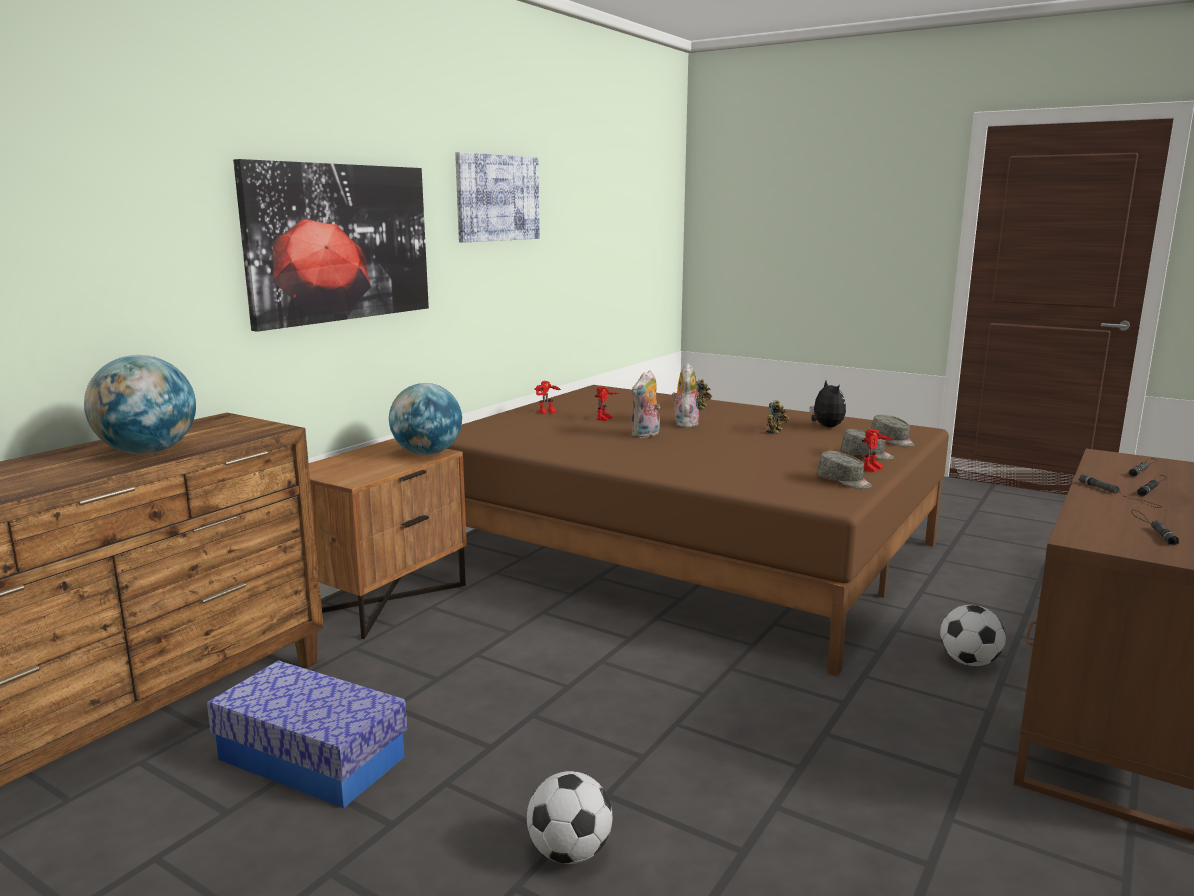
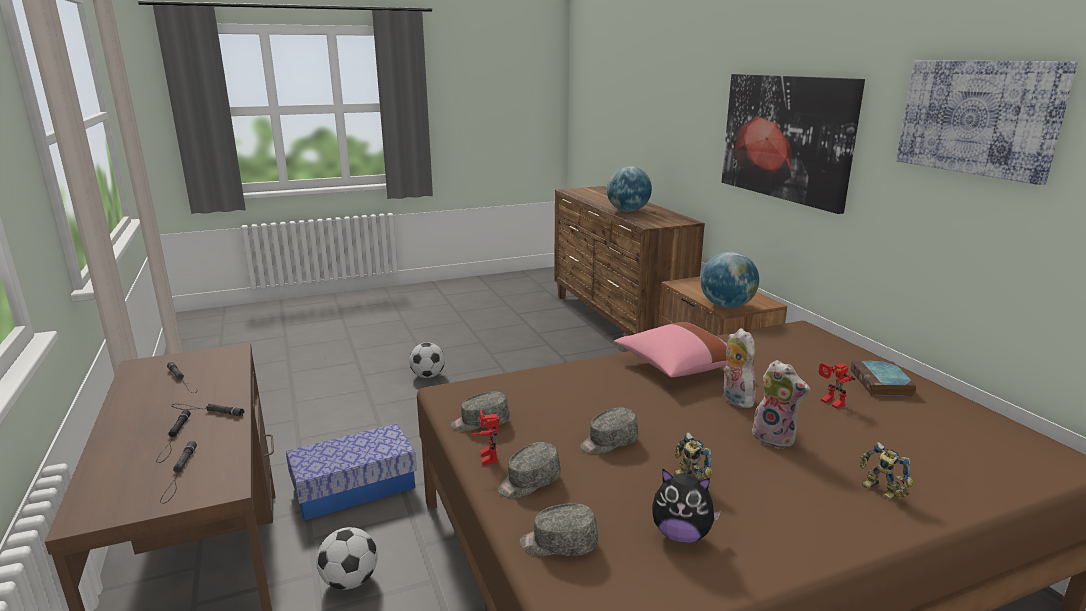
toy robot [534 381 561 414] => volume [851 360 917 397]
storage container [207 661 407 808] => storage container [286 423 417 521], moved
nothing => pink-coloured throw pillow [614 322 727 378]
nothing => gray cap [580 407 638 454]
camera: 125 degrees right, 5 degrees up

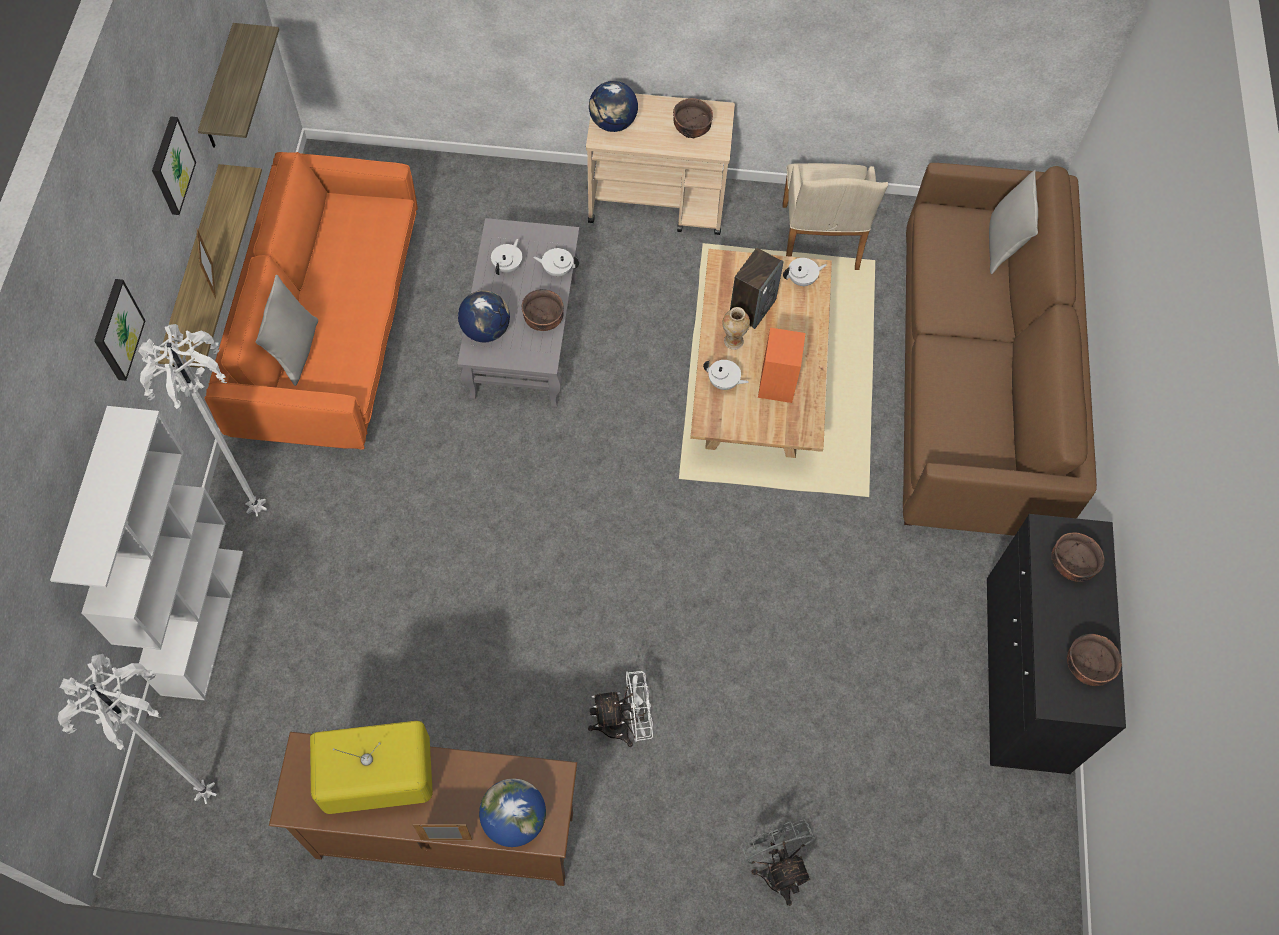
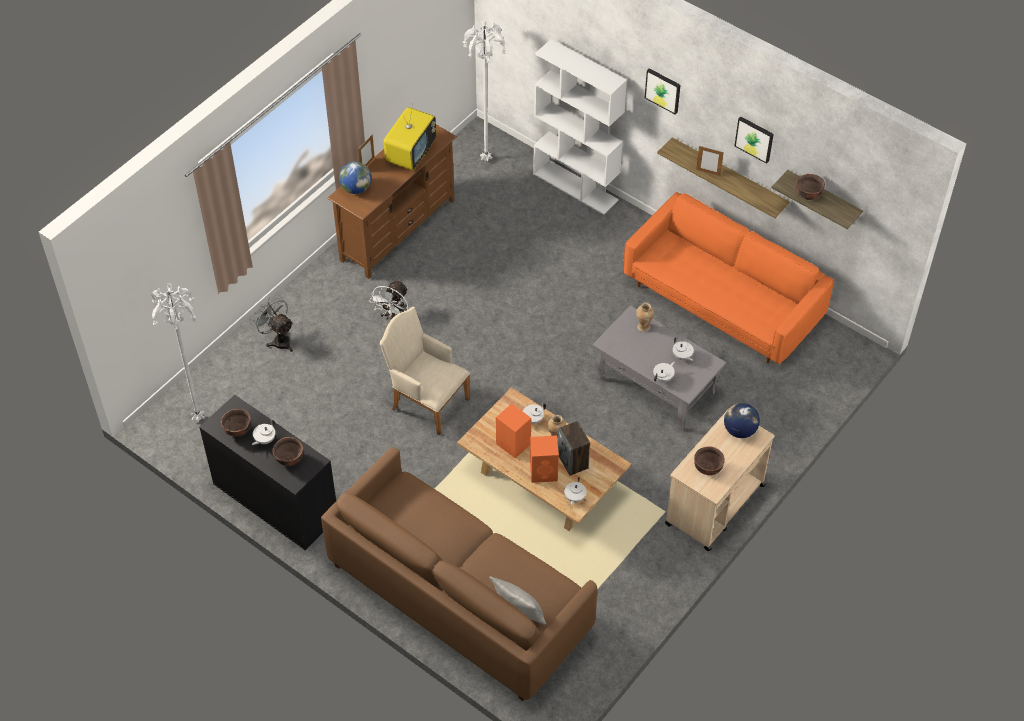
beige-coloured lounge chair [782 163 888 270] => beige-coloured lounge chair [380 306 470 435], moved
gray throw pillow [256 275 318 386] => nothing
brown serving bowl [522 289 564 331] => brown serving bowl [796 174 825 200], moved
desk globe [458 290 510 343] => decorative vase [636 302 654 332]
whitish standard lamp [138 324 267 517] => whitish standard lamp [151 283 205 422], moved
gray fan [741 819 815 906] => gray fan [252 297 293 352], 150 degrees counterclockwise
nothing => whitish pot for tea [252 420 275 445]
nothing => orangey loudspeaker [530 435 559 483]
camera: 125 degrees right, 10 degrees down

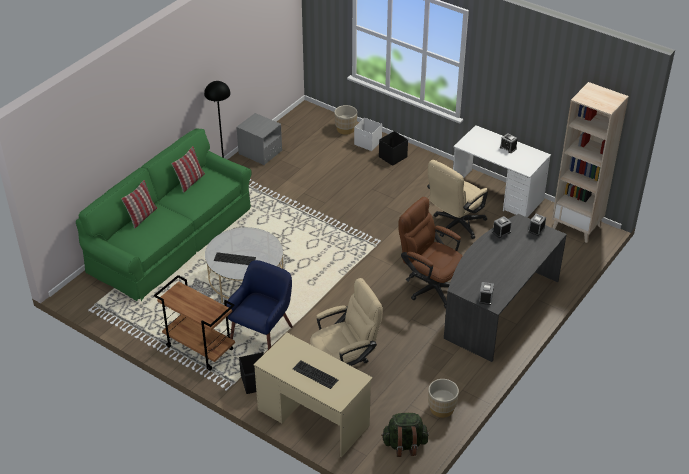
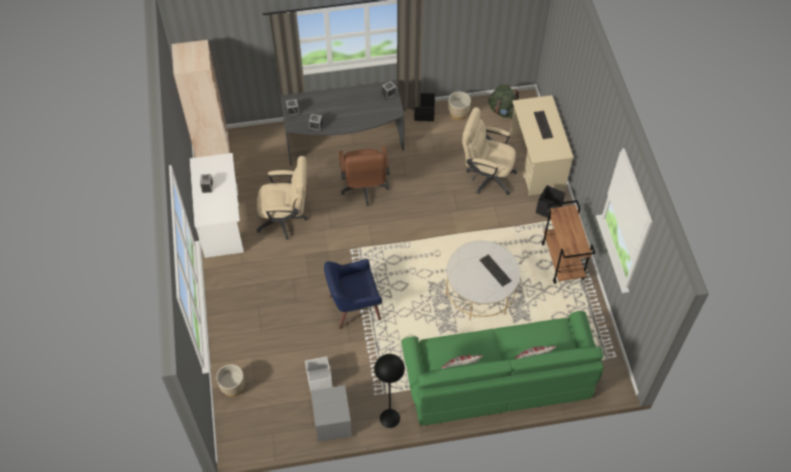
whitish storage container [354 118 382 151] => whitish storage container [305 356 333 392], moved
black-coloured storage container [379 131 408 166] => black-coloured storage container [414 93 435 121], moved
bluish lounge chair [227 260 293 350] => bluish lounge chair [324 259 382 329], moved
camera: 135 degrees left, 15 degrees up

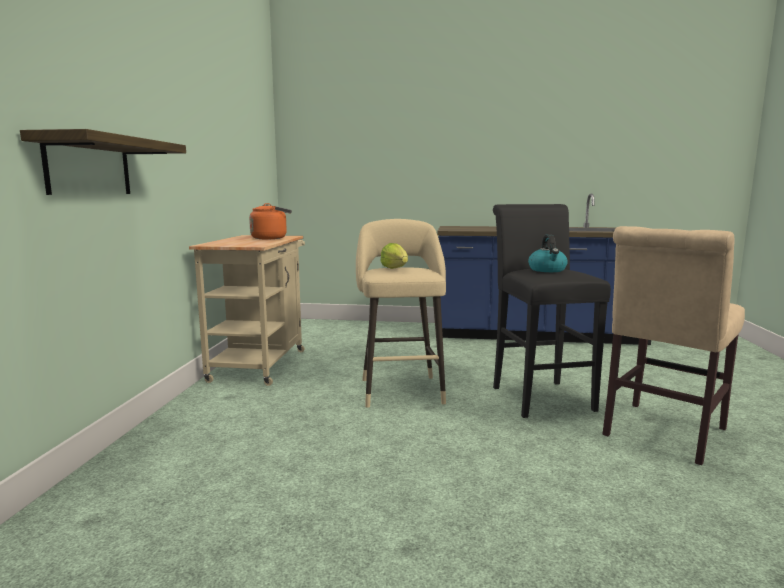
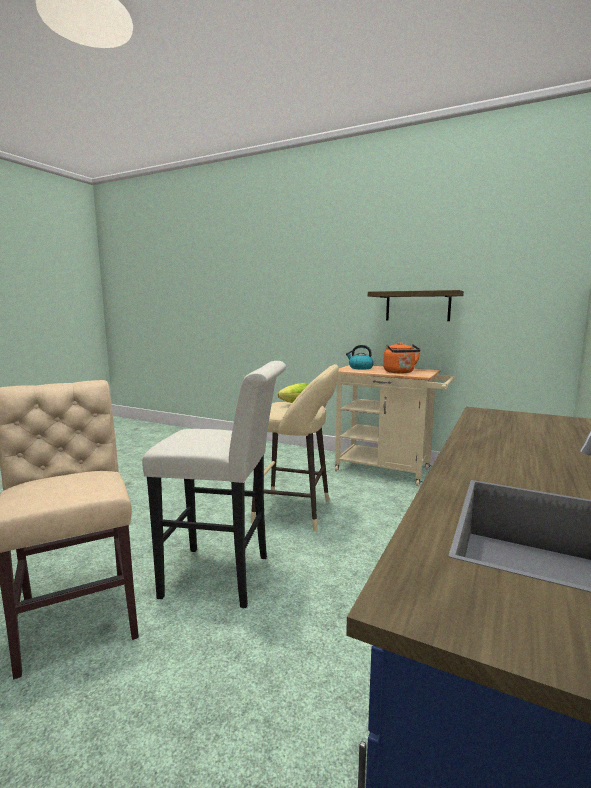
wall shelf [20 129 186 195] => wall shelf [368 290 464 321], moved
black-coloured stool seat [493 204 611 418] => whitish stool seat [142 361 286 608]
water kettle [528 234 568 272] => water kettle [346 345 374 369], moved
camera: 110 degrees right, 0 degrees up

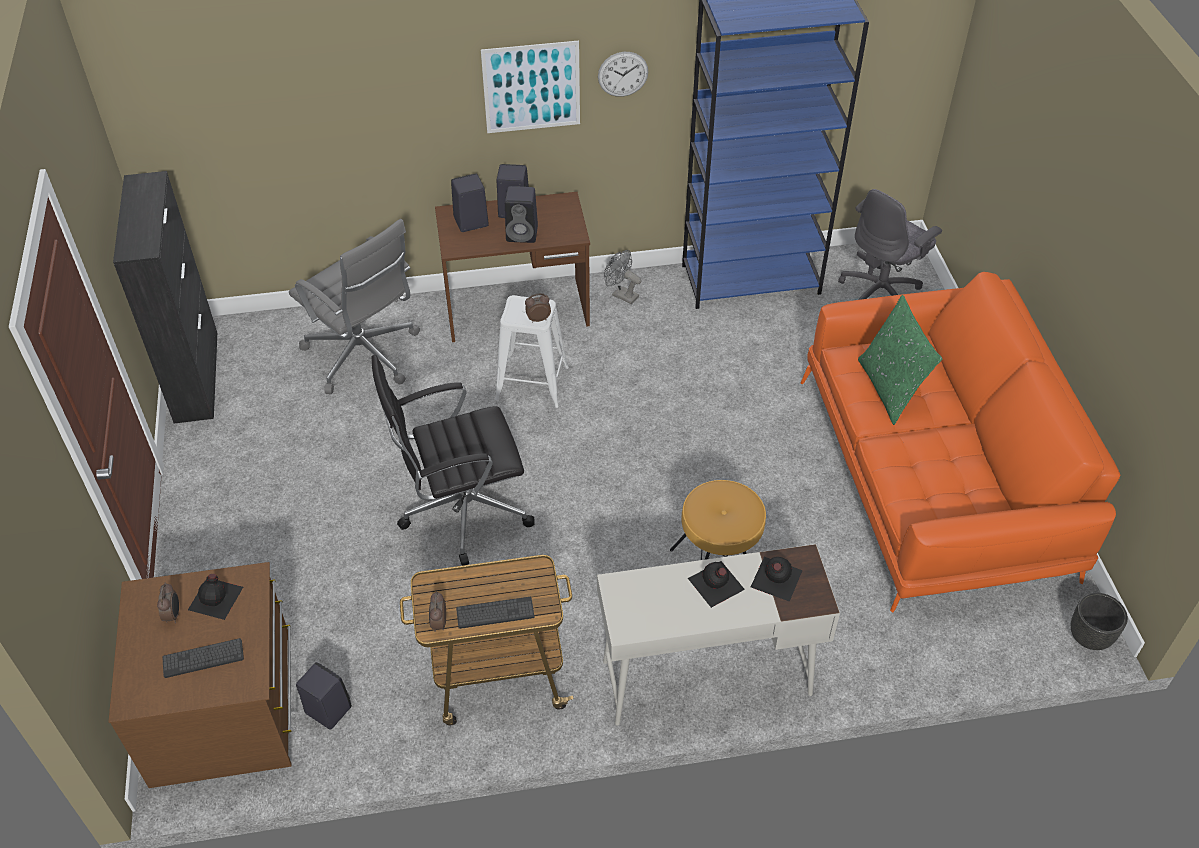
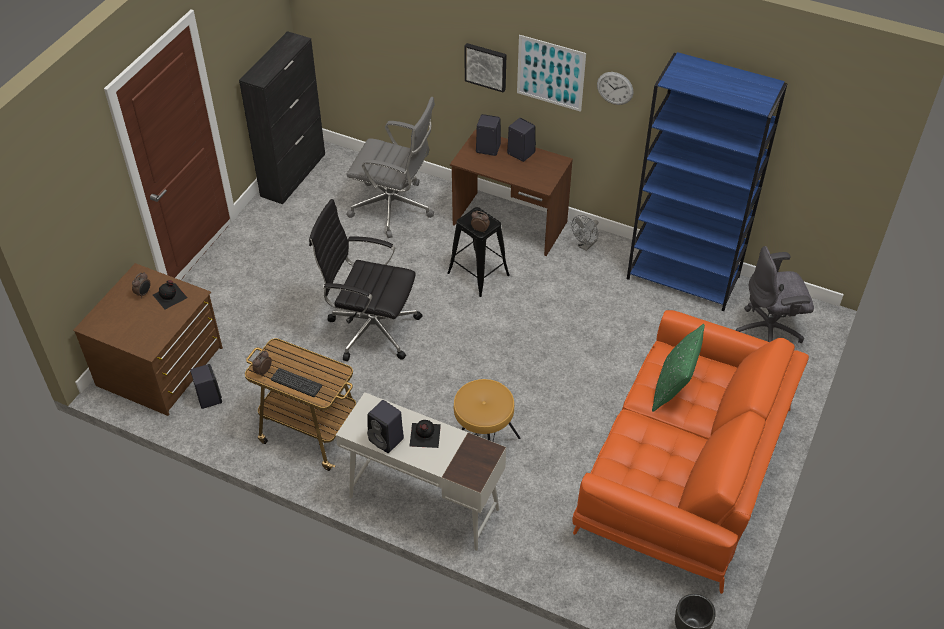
black-coloured loudspeaker [505 186 538 243] => black-coloured loudspeaker [367 400 404 453], moved
gray desk chair [289 219 420 394] => gray desk chair [346 97 435 238], 60 degrees counterclockwise
gray fan [604 250 642 304] => gray fan [572 215 598 251], 120 degrees counterclockwise
whitish stool seat [495 295 569 408] => black-coloured stool seat [447 207 510 297]
black-coloured bottle [751 557 803 602] => nothing
computer keyboard [162 638 244 678] => nothing
nothing => wall picture [464 43 507 93]
camera: 35 degrees right, 0 degrees up

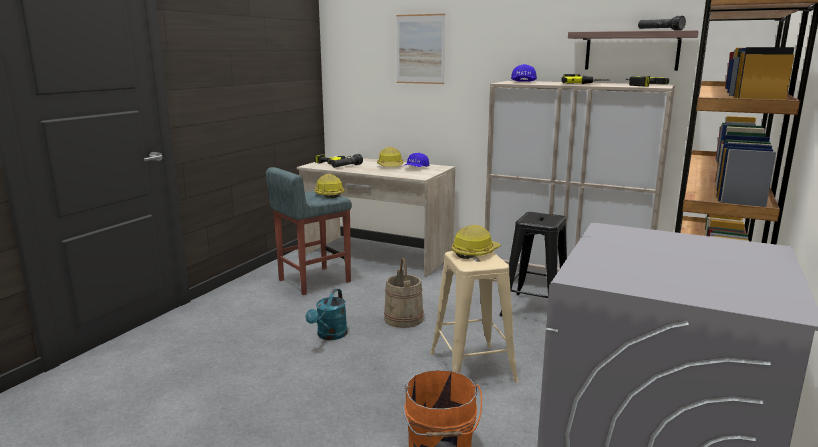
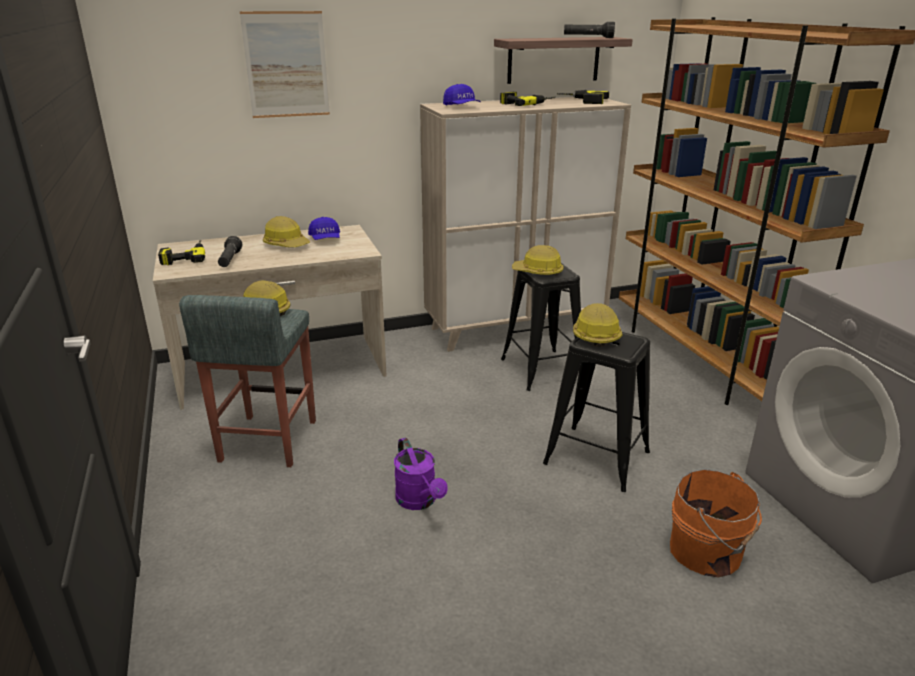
beige-coloured stool seat [430 251 519 383] => black-coloured stool seat [543 332 650 492]
beige-coloured bucket [384 258 424 328] => nothing
turquoise watering pot [306 289 348 340] => purple watering pot [394 438 448 510]
nothing => hard hat [512 245 564 276]
camera: 45 degrees left, 10 degrees up

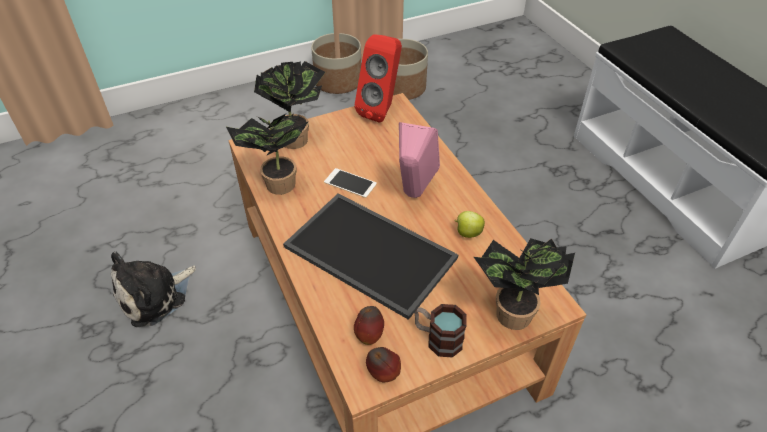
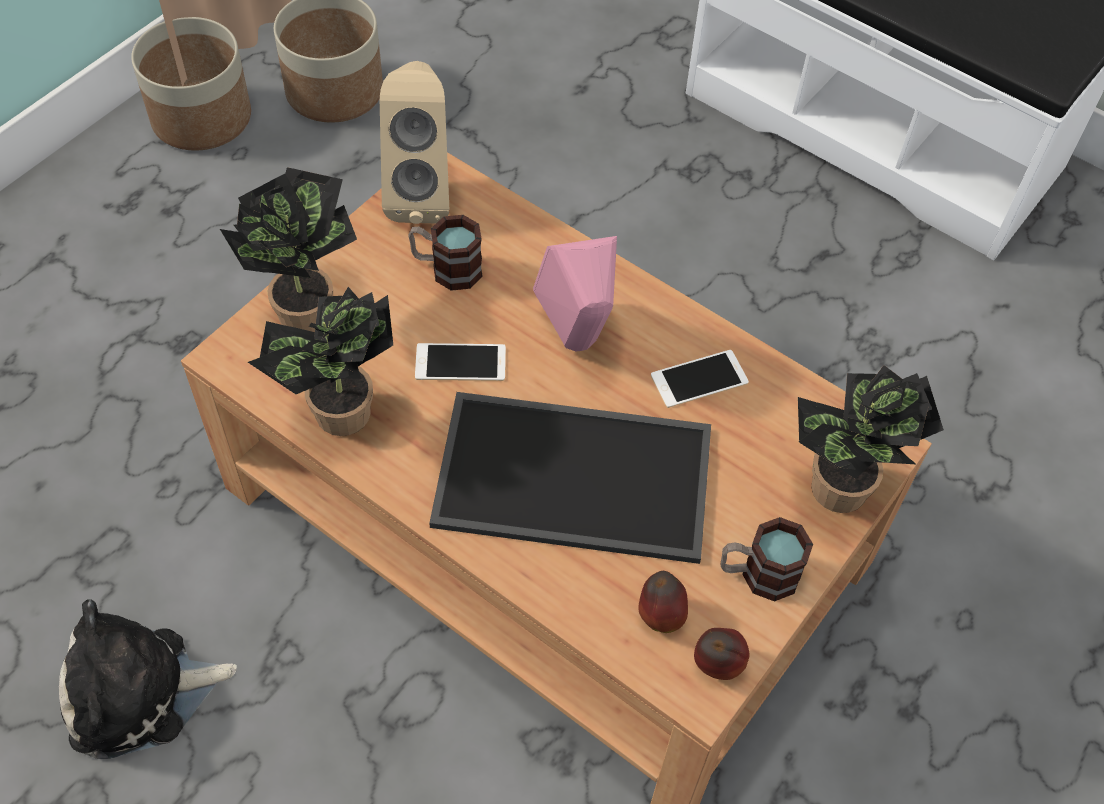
reddish loudspeaker [355 34 402 122] => beige-coloured loudspeaker [380 61 449 224]
whole apple [454 211 485 238] => handset [651 350 749 408]
cuddly toy [111 251 196 327] => cuddly toy [59 599 237 759], 60 degrees clockwise
nothing => coffee mug [409 215 483 291]
camera: 30 degrees left, 10 degrees up

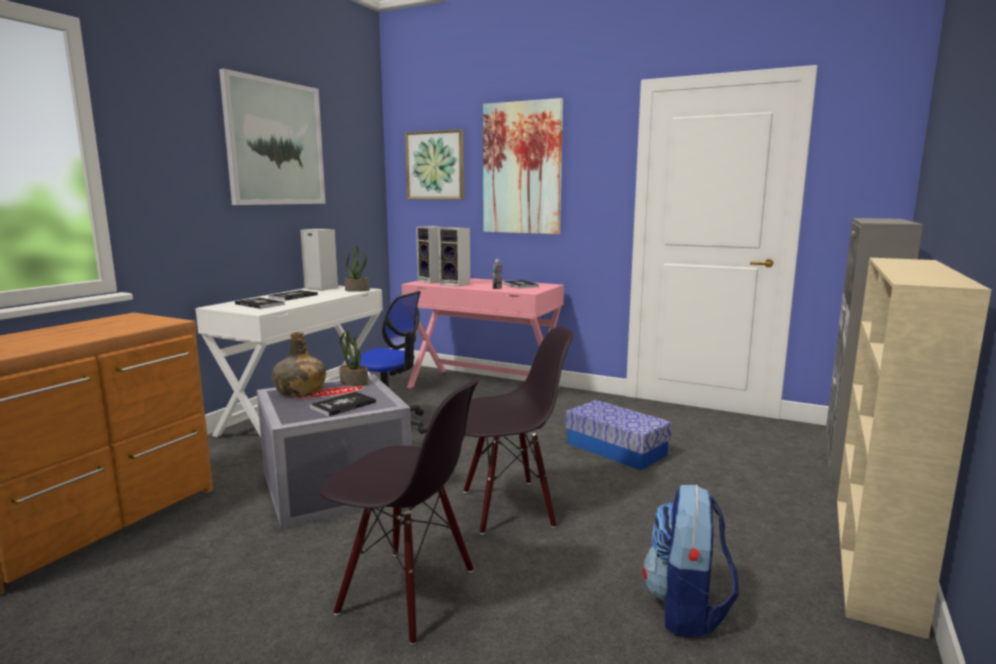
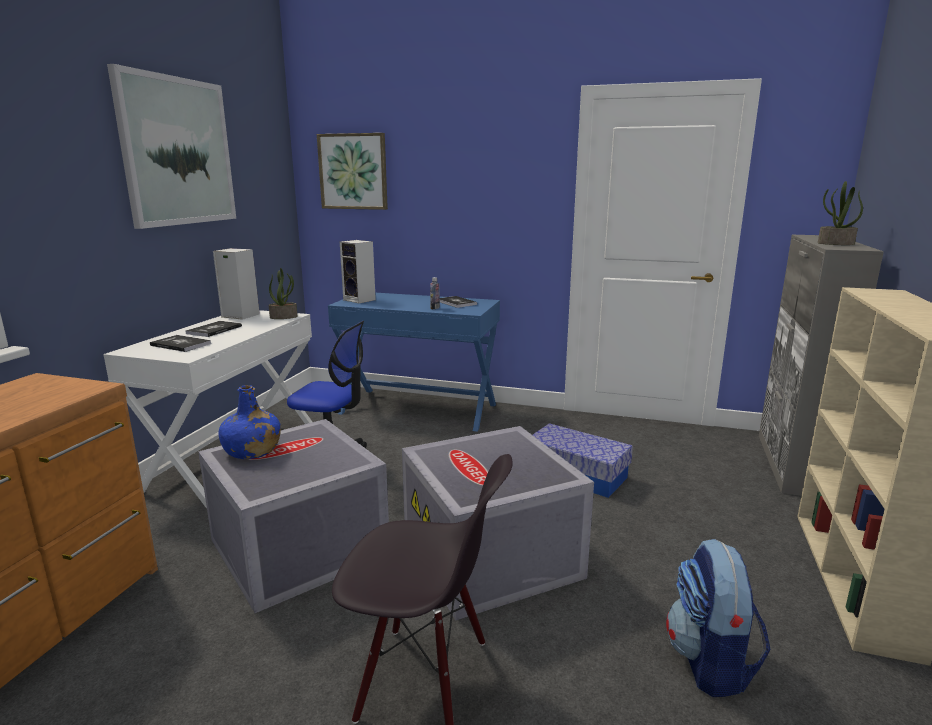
wall picture [483 98 563 234] => nothing
loudspeaker [438 227 470 287] => nothing
pink-coloured desk table [402 278 564 389] => bluish desk table [328 293 500 432]
plant in a pot [339 326 368 386] => plant in a pot [818 181 863 245], moved
black-coloured chair [464 327 573 535] => gray storage container [402 426 594 621]
green-coloured bottle [272 332 326 397] => bluish bottle [218 385 281 459]
volume [310 391 376 416] => nothing
camera: 10 degrees left, 5 degrees up

